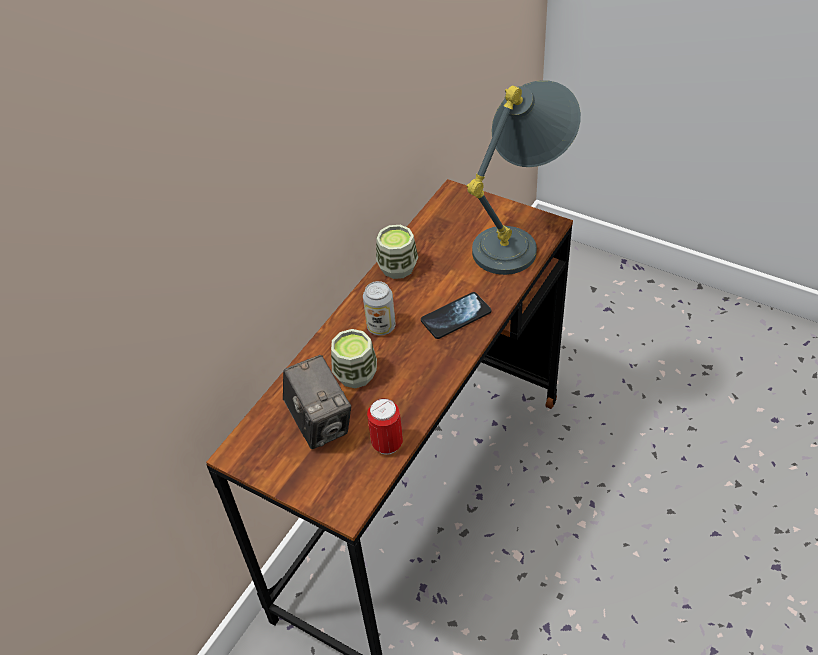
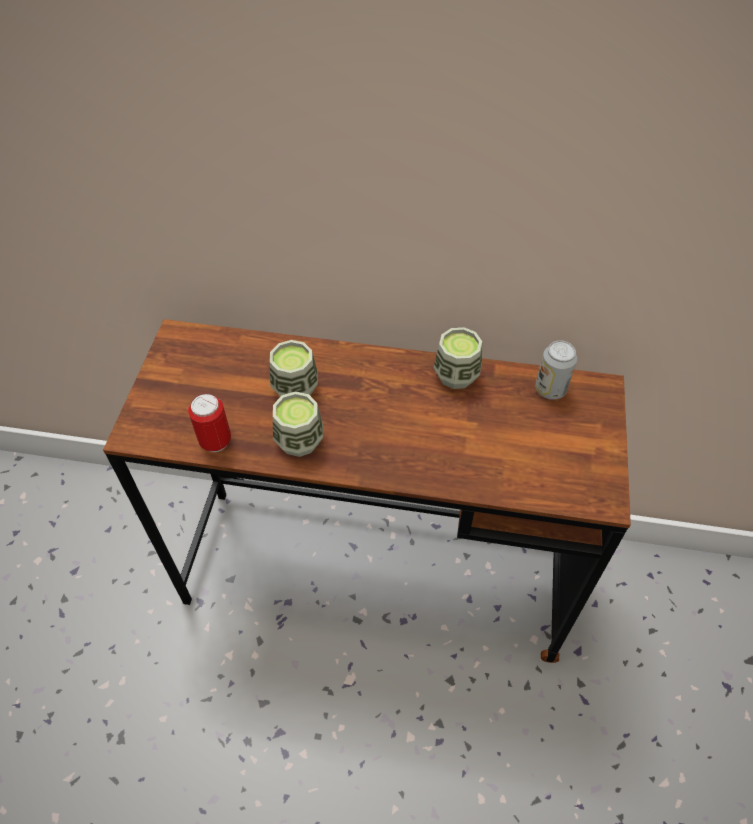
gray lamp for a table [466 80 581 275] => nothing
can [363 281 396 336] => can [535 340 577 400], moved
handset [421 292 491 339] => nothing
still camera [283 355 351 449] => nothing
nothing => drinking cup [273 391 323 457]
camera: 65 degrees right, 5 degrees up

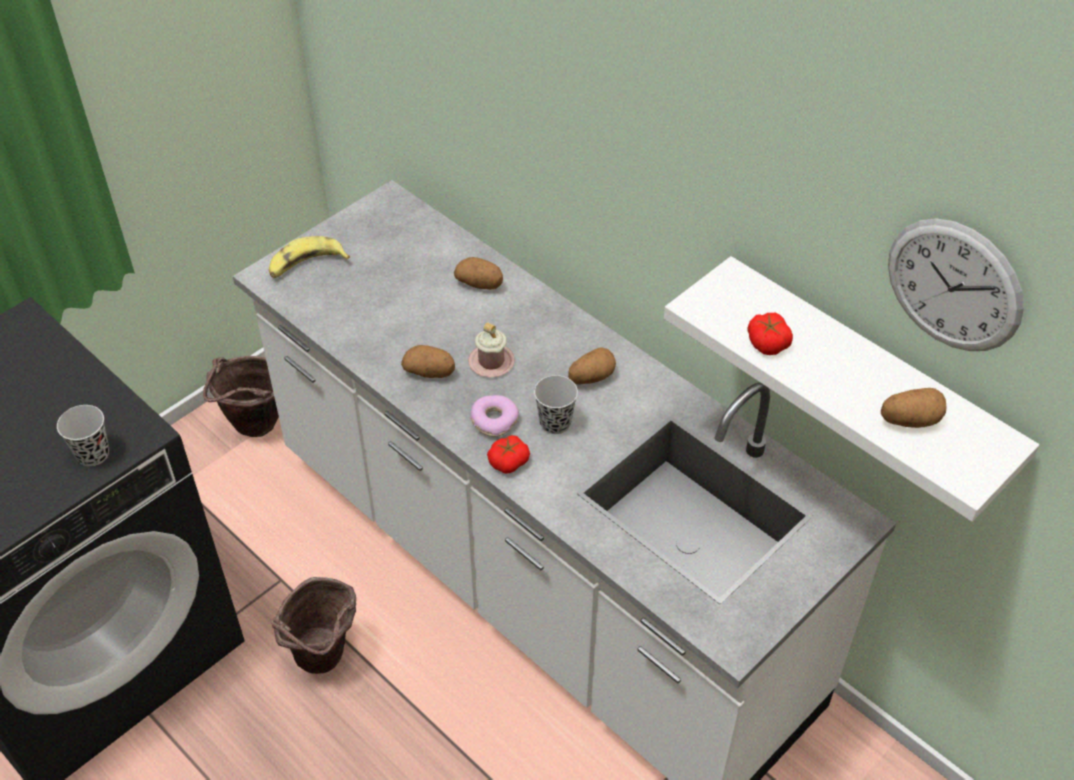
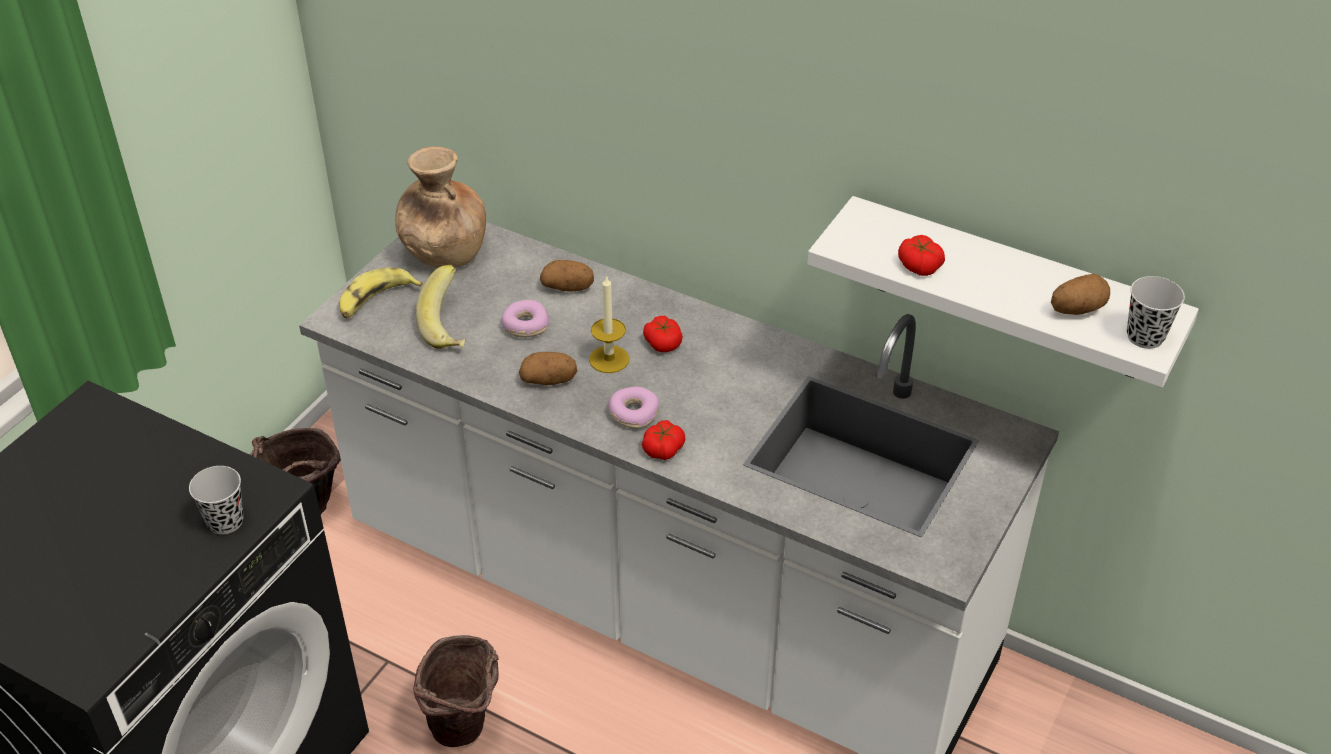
clock on the wall [888 218 1024 351] => nothing
pink-coloured coffee mug [468 323 515 377] => wax light [589 275 629 373]
whole potato [568 347 616 385] => nothing
black-coloured drinking cup [534 375 578 434] => black-coloured drinking cup [1127 276 1185 349], moved
nothing => brown decorative vase [395 146 486 268]
nothing => banana fruit [416 265 466 349]
nothing => doughnut [502 300 549 338]
nothing => whole tomato [643 316 683 352]
camera: 15 degrees left, 5 degrees down

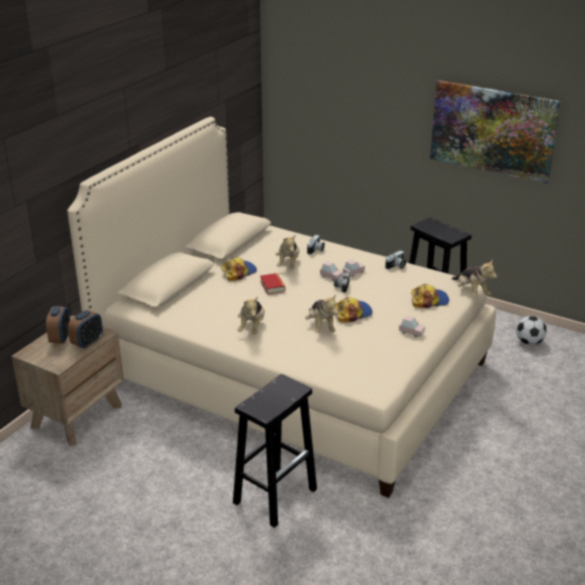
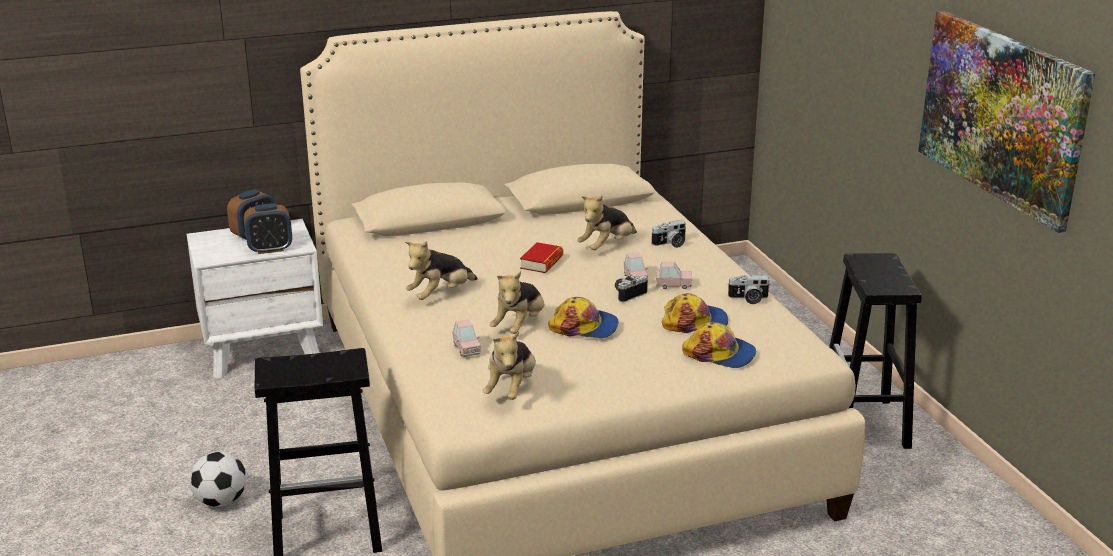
cap [221 258 257 281] => cap [662 293 728 333], moved
cuddly toy [452 260 497 298] => cuddly toy [483 331 536 400], moved
brown bedside table [11 315 124 446] => whitish bedside table [187 219 323 378]
pink-coloured miniature car [399 315 425 337] => pink-coloured miniature car [452 319 481 357], moved
football [516 316 547 345] => football [190 451 246 507], moved
camera: 40 degrees right, 5 degrees down

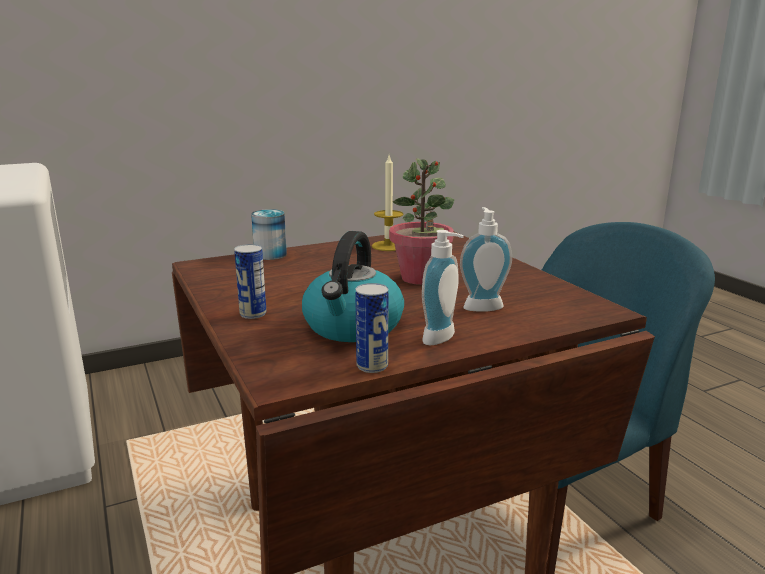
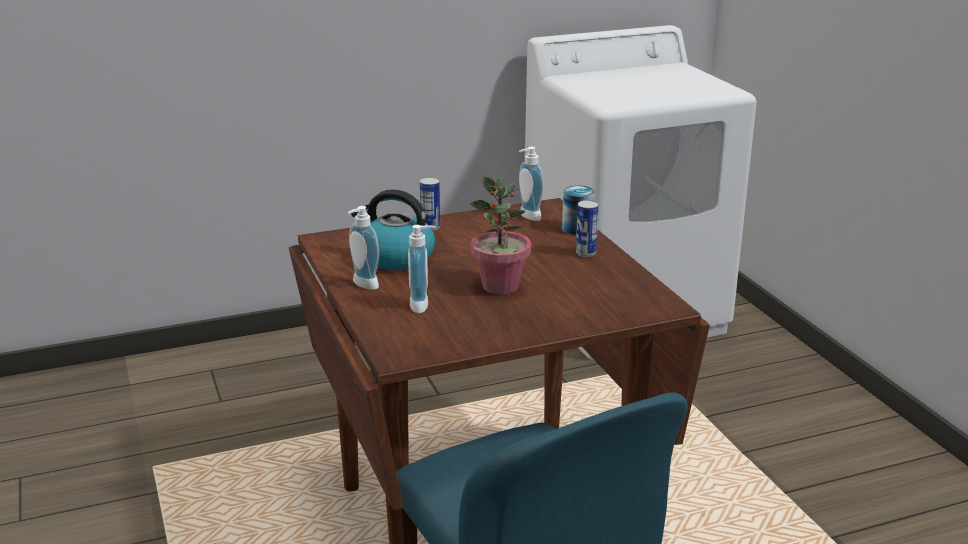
wax light [372 155 404 251] => nothing
can [355 283 388 373] => can [576 200 599 257], moved
nothing => soap dispenser [519 147 544 221]
camera: 95 degrees right, 5 degrees up

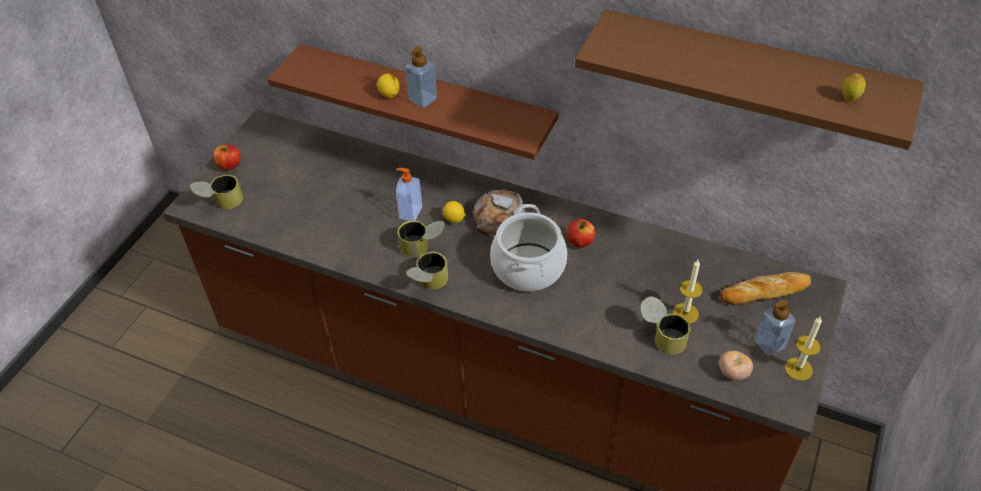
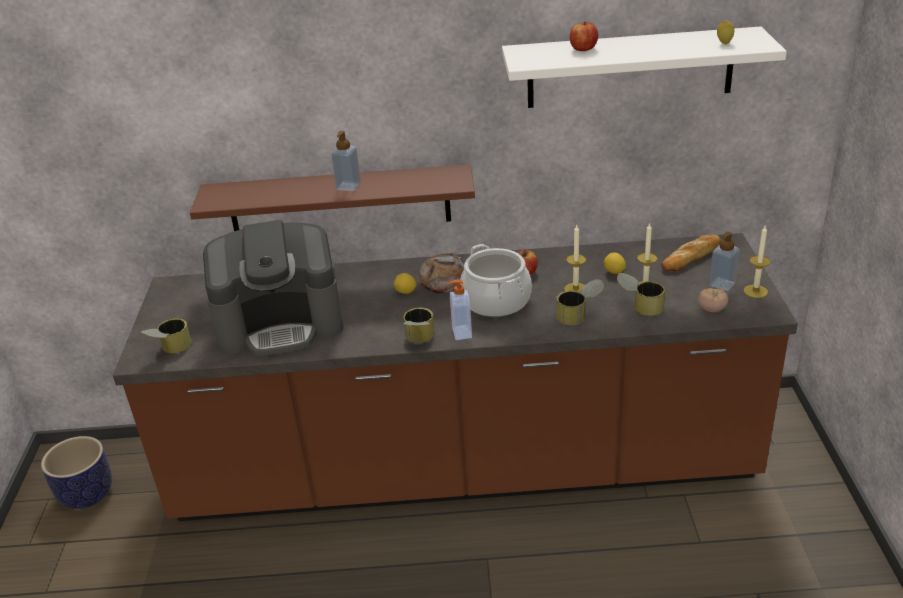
brown wall shelf [575 9 924 150] => whitish wall shelf [502 27 787 108]
lemon [377 73 400 98] => lemon [604 253 626 274], moved
whole apple [213 144 241 170] => whole apple [570 21 598 51], moved
soap dispenser [396 168 422 221] => soap dispenser [448 279 472 340], moved
can [397 220 445 257] => can [556 279 604 325], moved
nothing => coffee machine [203 220 343 356]
nothing => wax light [564 225 586 292]
nothing => plant pot [41 436 112 509]
camera: 25 degrees left, 15 degrees down

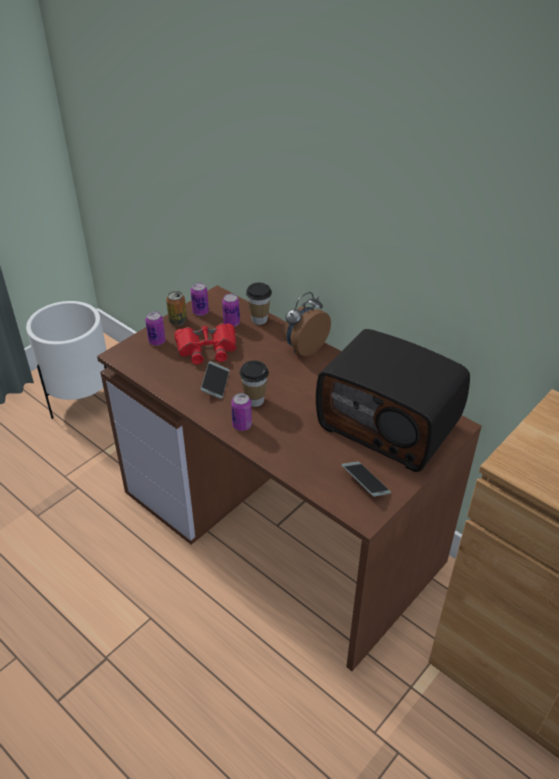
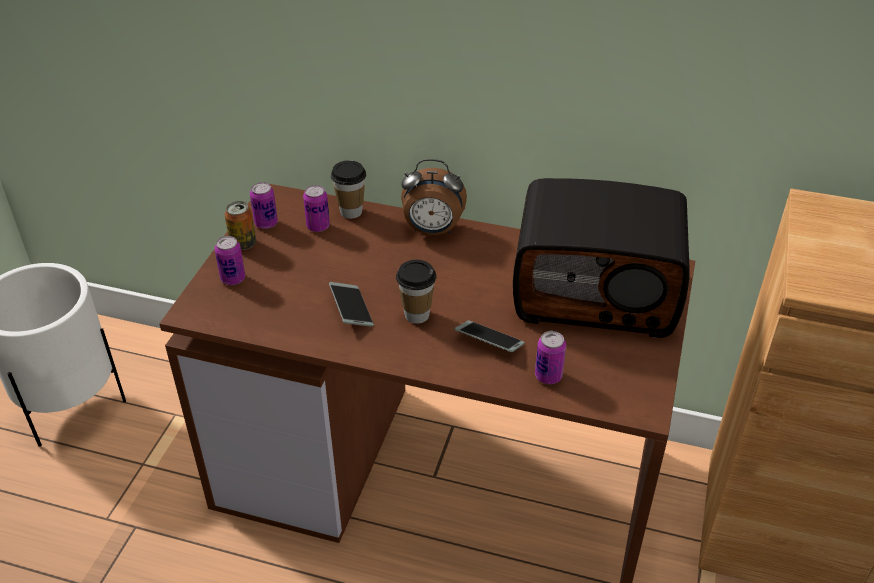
alarm clock [283 292 331 356] => alarm clock [401 159 467 235], 105 degrees counterclockwise
reddish binoculars [174 324 237 365] => nothing
can [231 393 252 431] => can [535 331 566 384], moved
handset [341 462 391 497] => handset [455 320 525 352], moved
camera: 25 degrees left, 0 degrees up

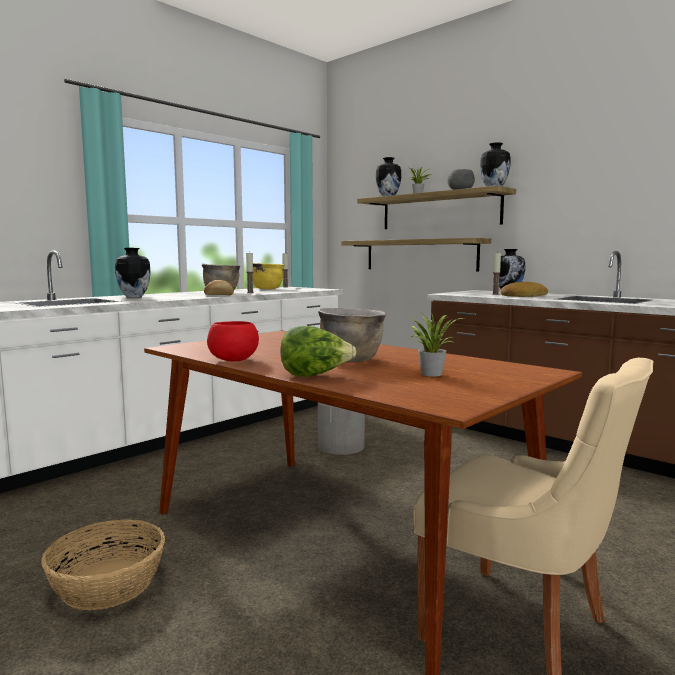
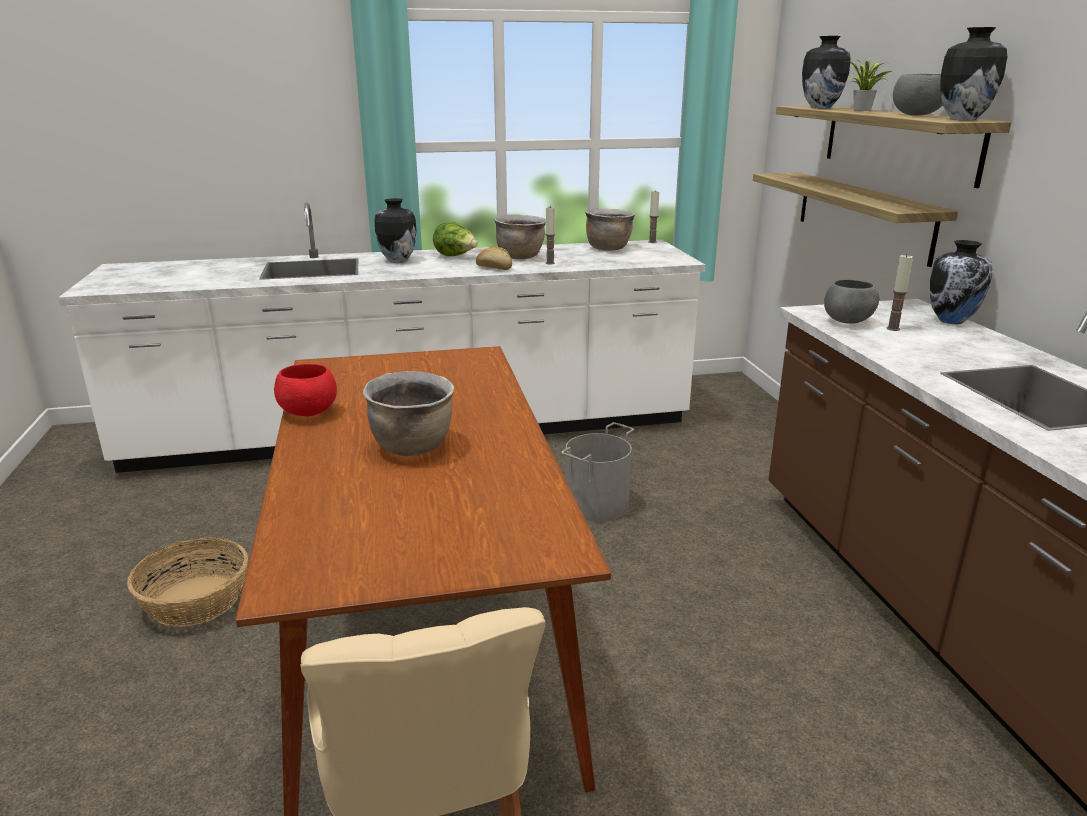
yellow-coloured stockpot [252 263 284 289] => brown stockpot [585 208 635 251]
bakery bread [501 282 548 297] => nothing
plant in a pot [411 313 463 377] => nothing
lettuce head [280 326 357 377] => lettuce head [433 222 478 256], moved
nothing => gray serving bowl [824 280 879 324]
camera: 35 degrees right, 15 degrees up

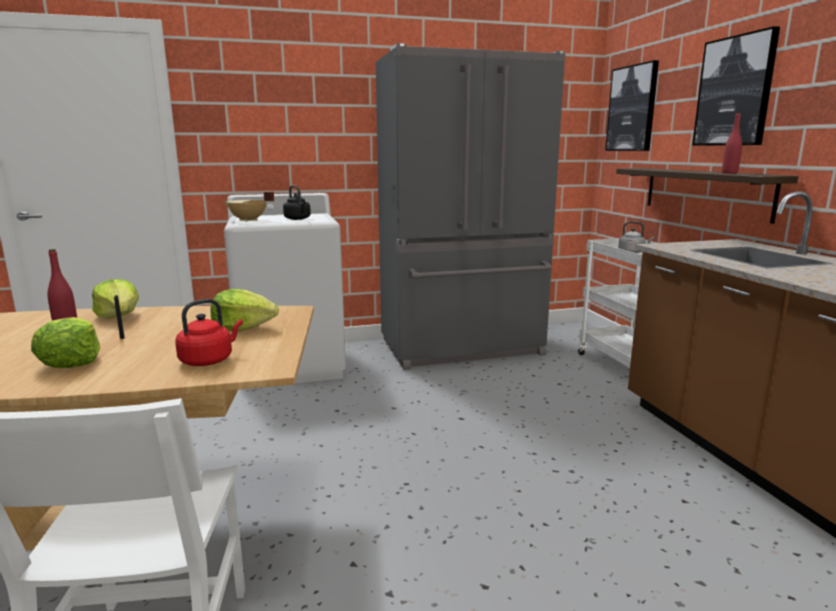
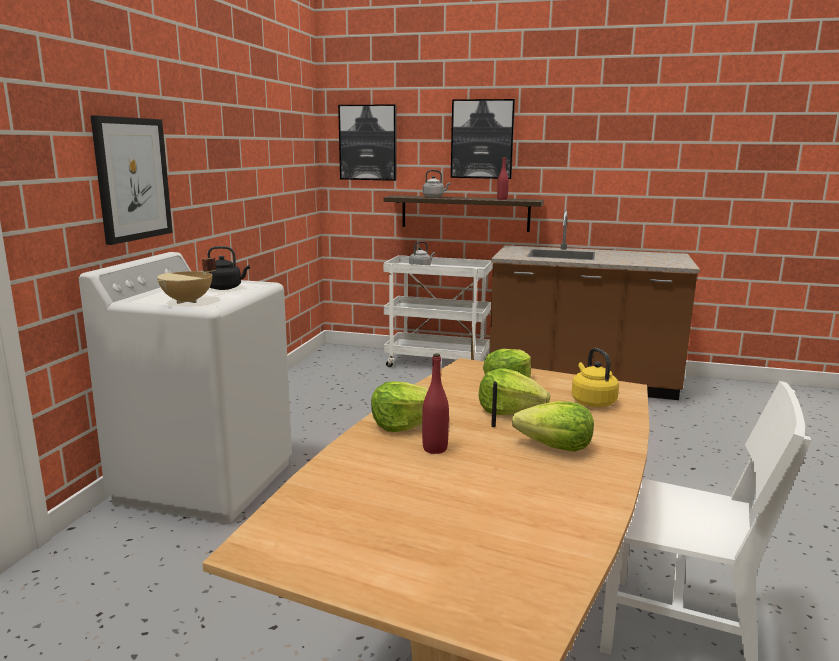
gray refrigerator [376 43 566 370] => nothing
reddish water kettle [175 299 243 366] => yellow-coloured water kettle [572 348 619 407]
nothing => wall picture [90 115 173 245]
nothing => gray water kettle [423 170 451 197]
nothing => lettuce head [479 368 550 415]
camera: 60 degrees left, 0 degrees up

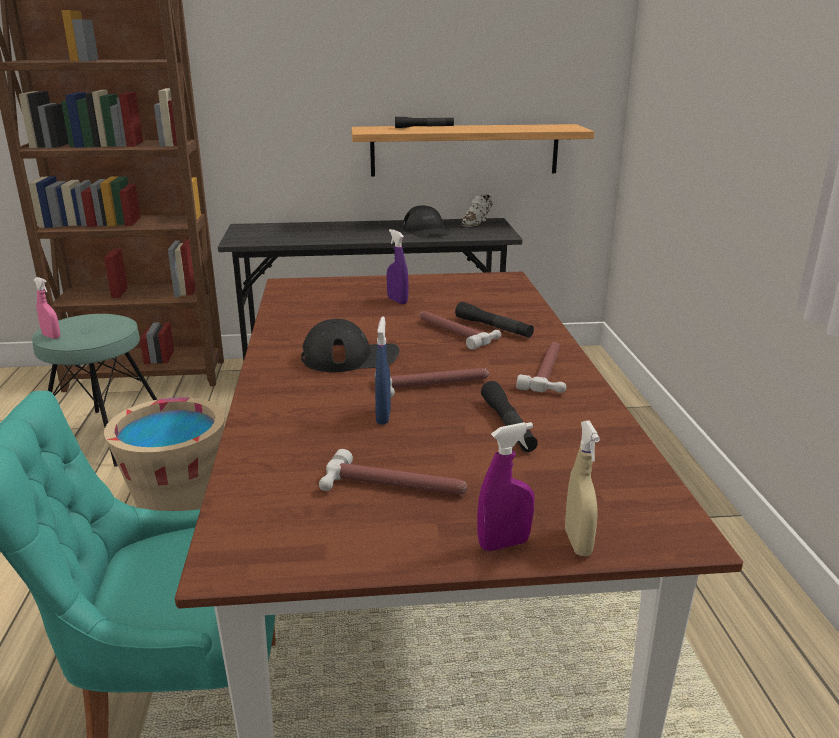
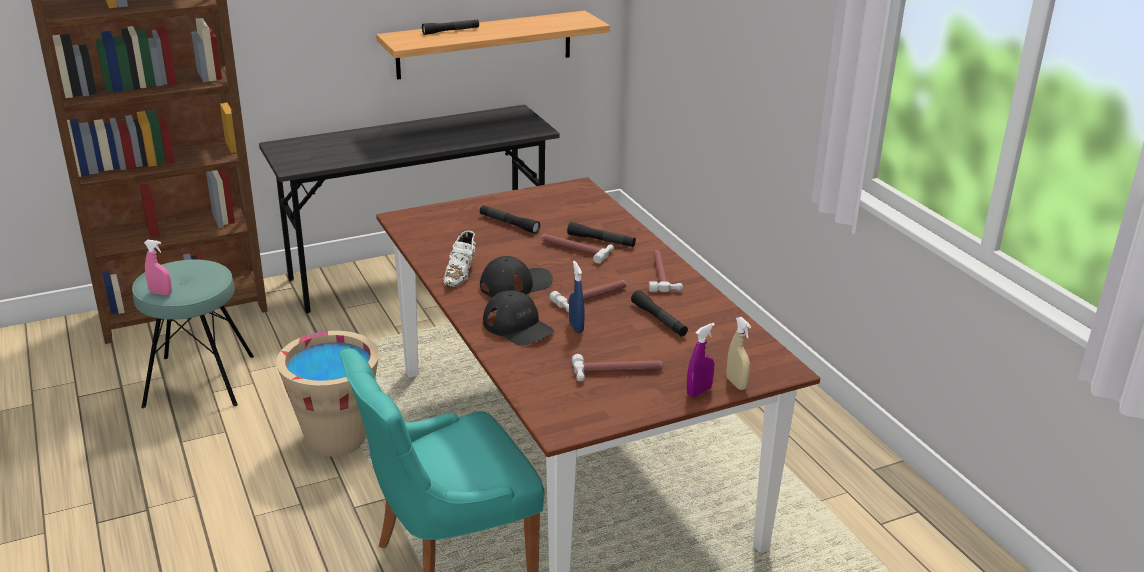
whitish shoe [462 194 492 227] => whitish shoe [444 231 476 287], moved
black-coloured cap [403 205 448 237] => black-coloured cap [483 290 555 345], moved
purple sprayer [387 229 409 304] => black-coloured torch [480 205 540 234]
camera: 20 degrees left, 5 degrees up

